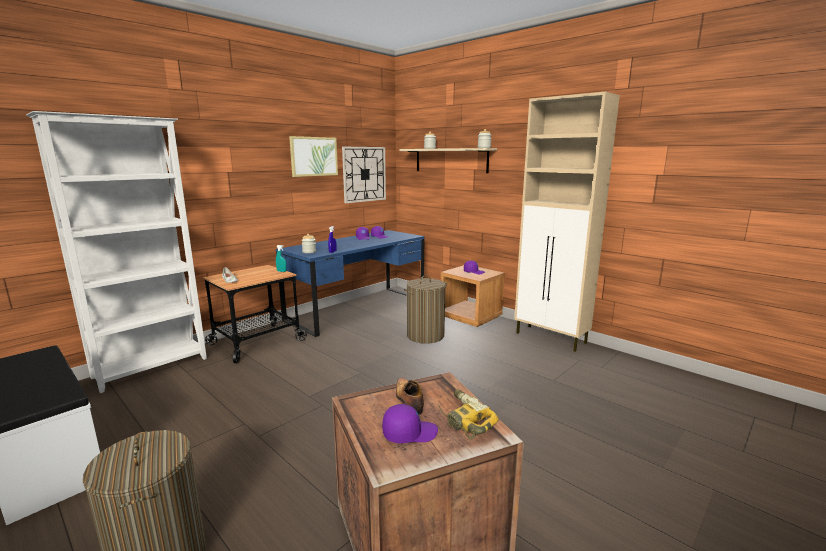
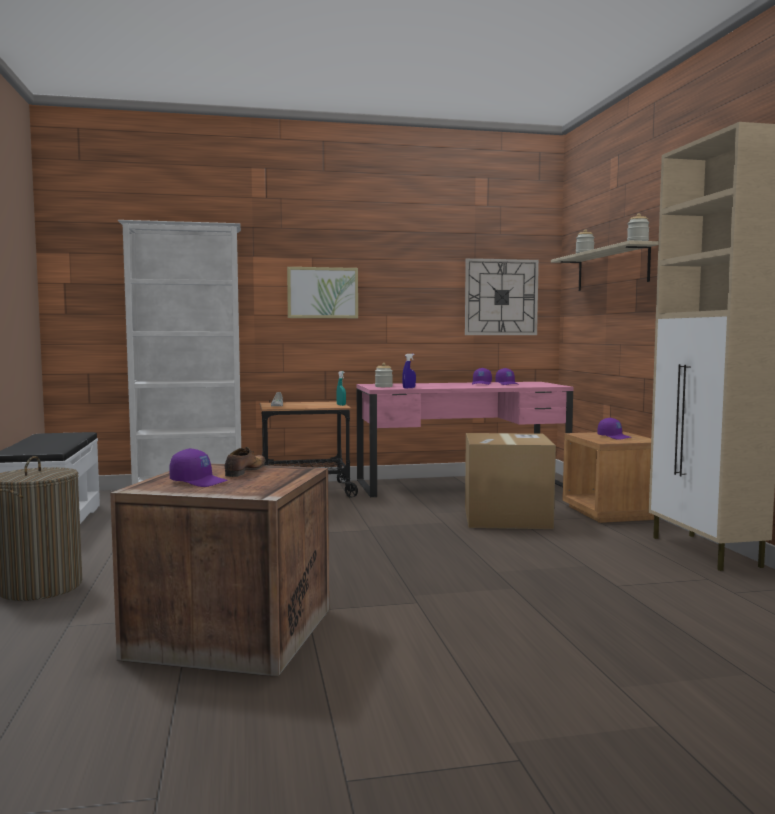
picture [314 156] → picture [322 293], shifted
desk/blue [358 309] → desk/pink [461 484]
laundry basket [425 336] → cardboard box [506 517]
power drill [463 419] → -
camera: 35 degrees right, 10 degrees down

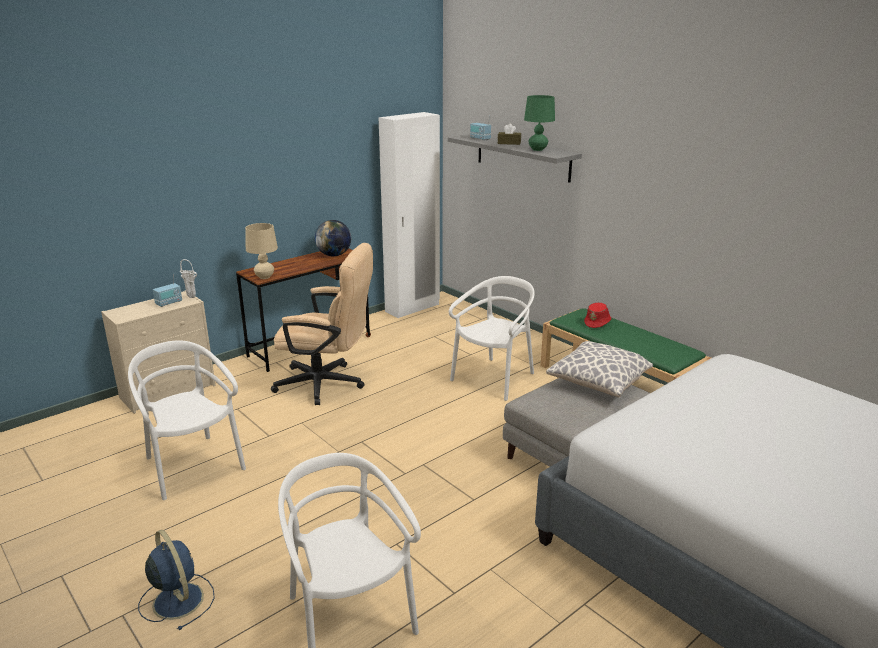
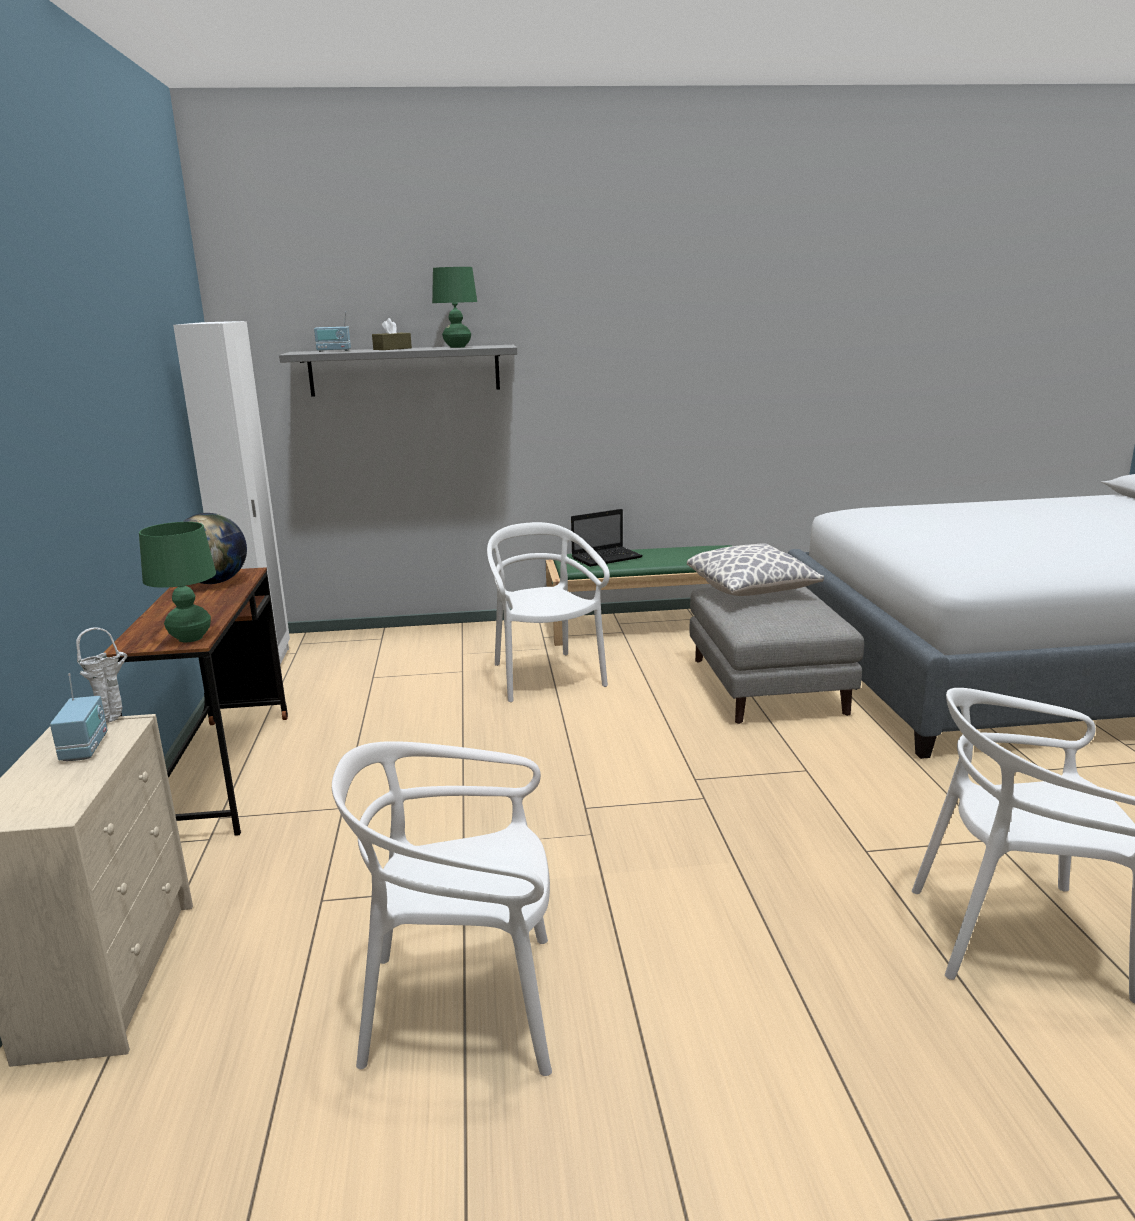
table lamp/beige [264 277] → table lamp/green [190 638]
office chair/beige [327 384] → -
hat/red [598 322] → laptop [607 557]
fan/blue [177 599] → -
camera: 55 degrees left, 5 degrees down

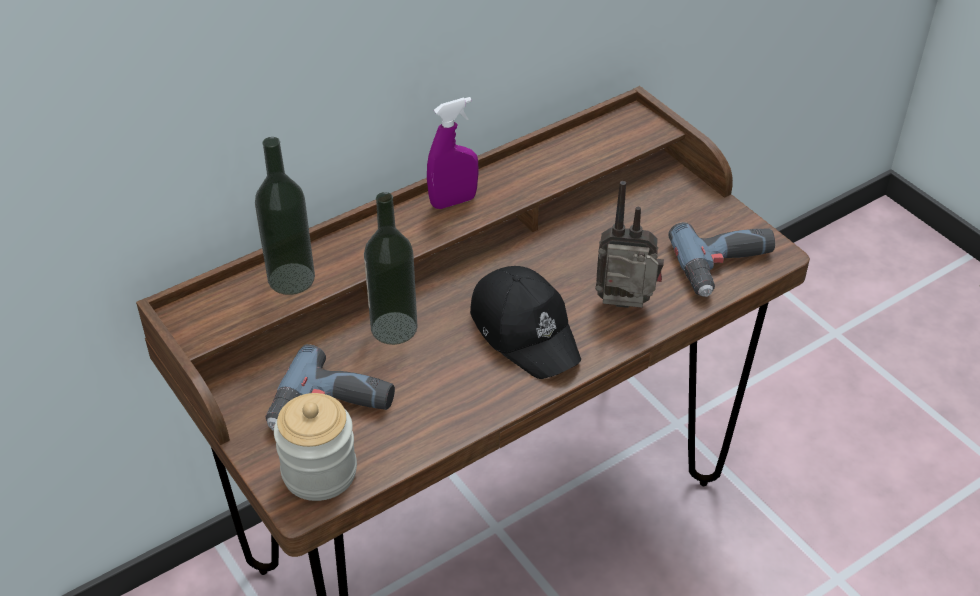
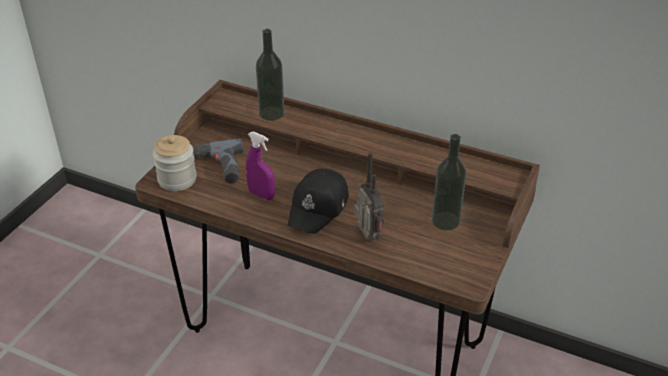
spray bottle/purple [453 201] → spray bottle/purple [261 195], shifted
bottle [394 328] → bottle [445 221], shifted
power drill [727 267] → -
camera: 60 degrees right, 5 degrees down

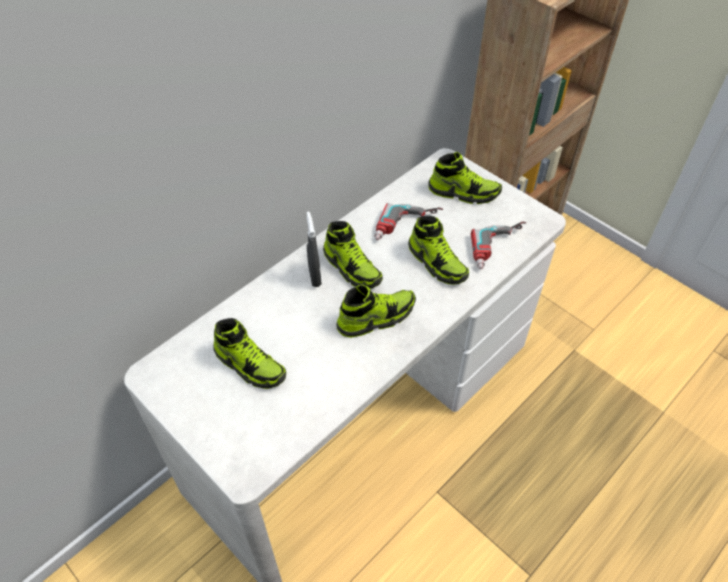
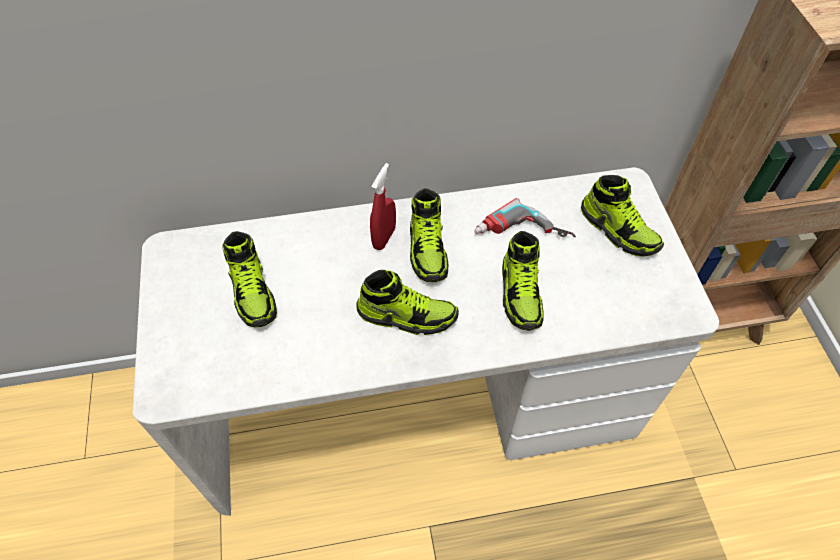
spray bottle/grey [315 276] → spray bottle/red [384 238]
power drill [500 248] → -
camera: 35 degrees right, 5 degrees up

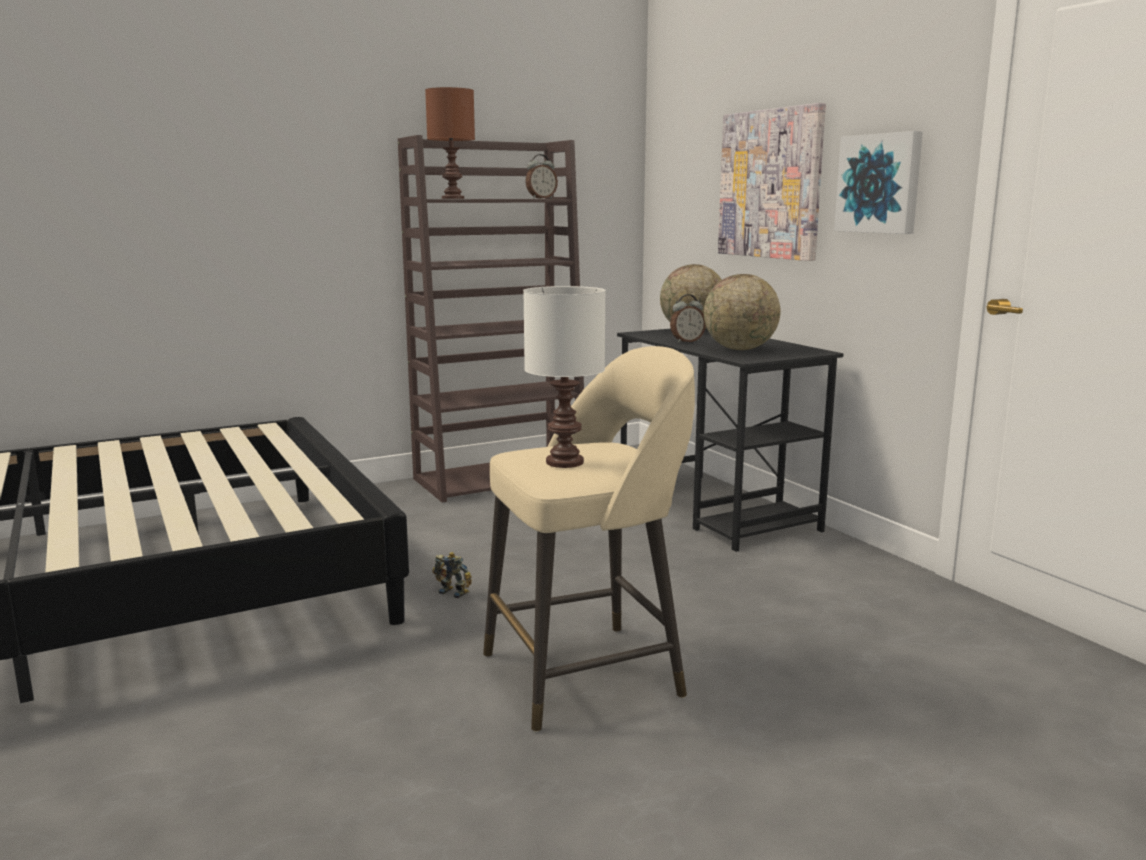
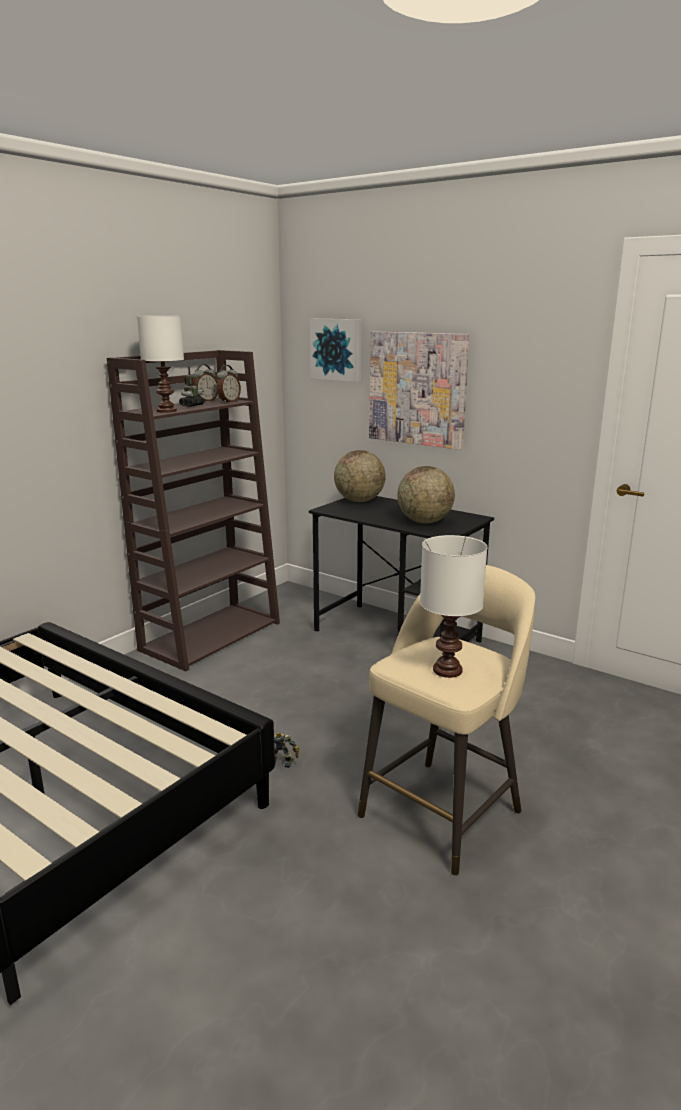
table lamp/brown [452 198] → table lamp/white [166 411]
picture [880 183] → picture [337 349], shifted
alarm clock [686 341] → alarm clock [206 401], shifted
- → toy robot [192 405]
camera: 25 degrees left, 5 degrees up

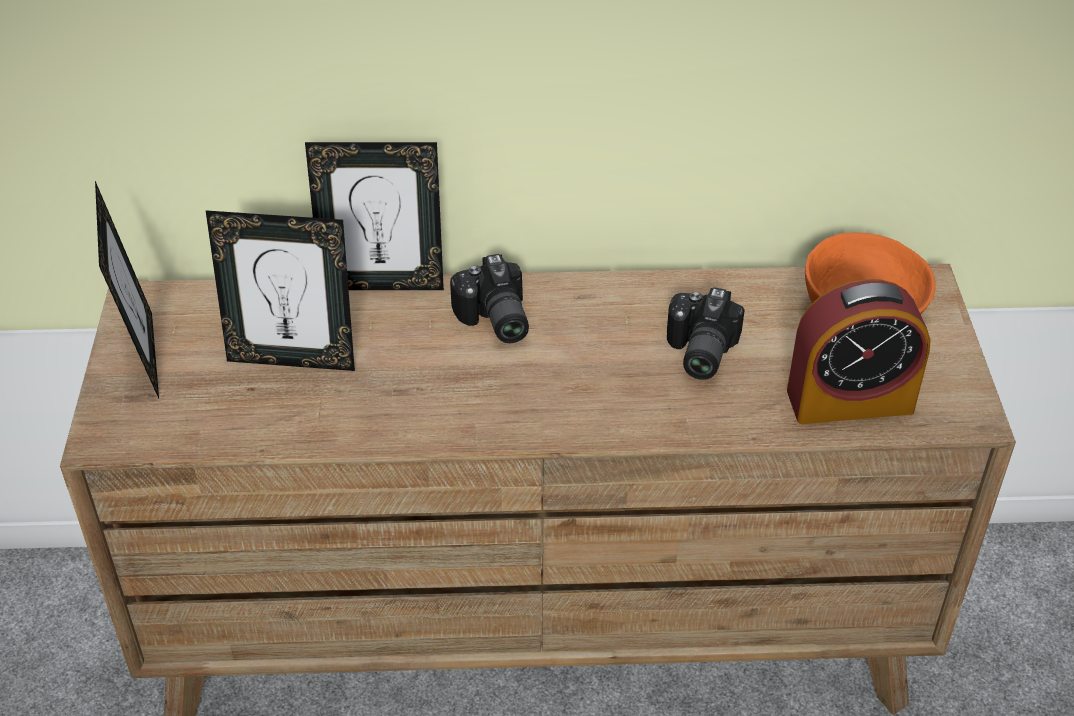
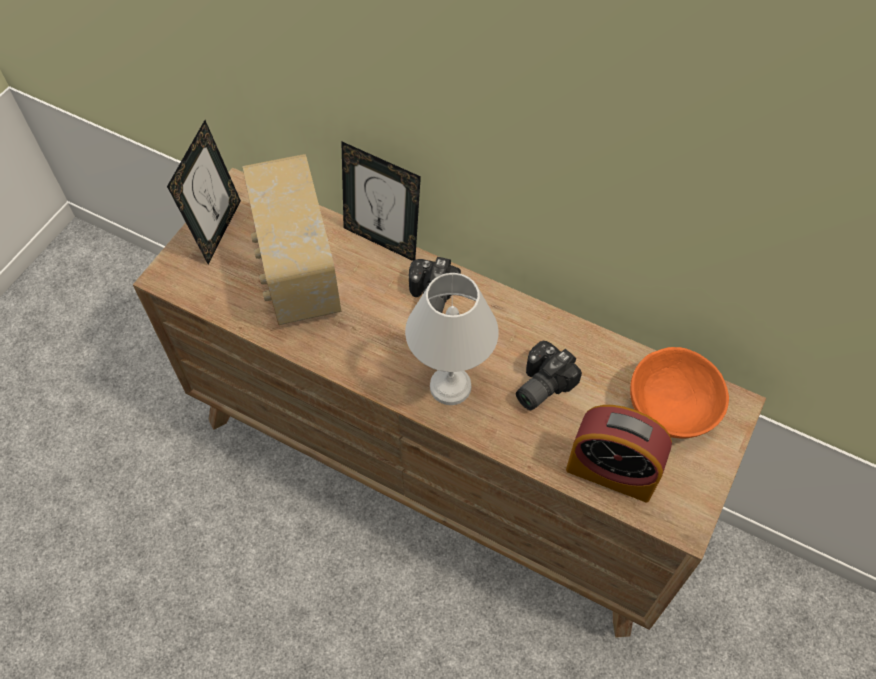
picture frame [293 358] → radio [296 271]
- → table lamp/white [448 387]
camera: 30 degrees right, 15 degrees up

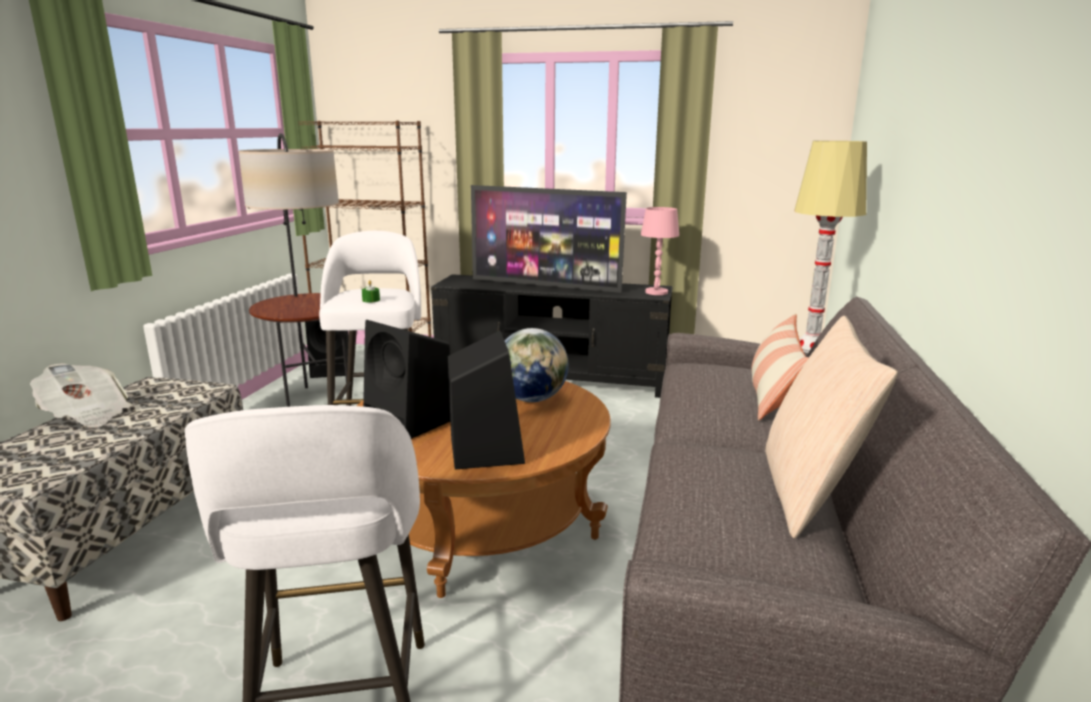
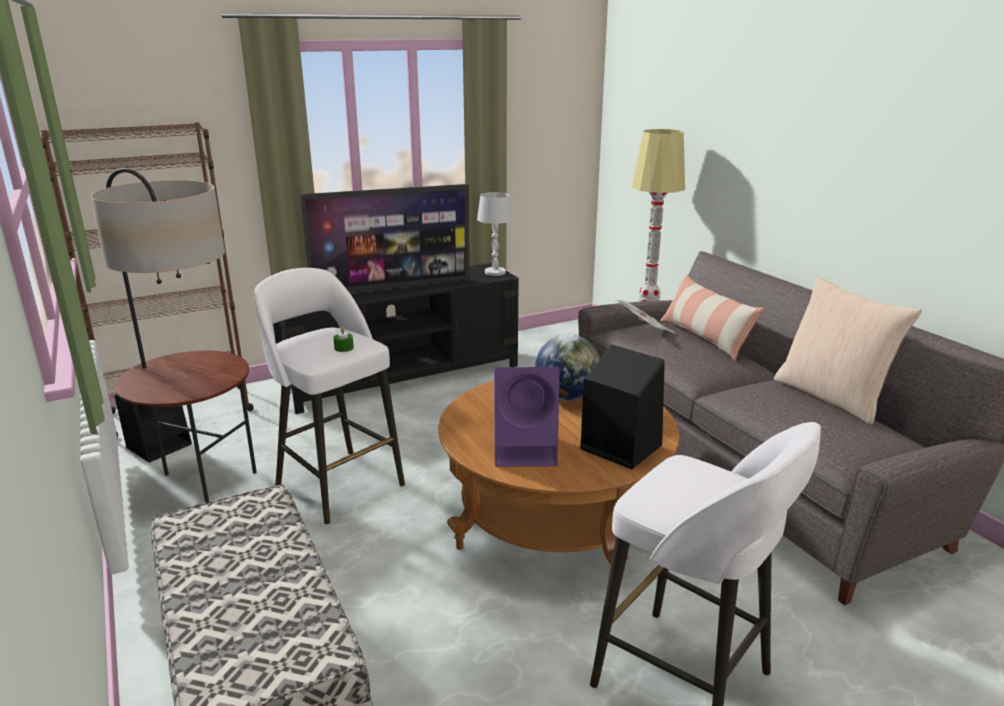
table lamp/pink [656 292] → table lamp/white [495 272]
speaker/black [410 423] → speaker/purple [527 450]
newspaper [86 415] → newspaper [643 331], shifted
camera: 40 degrees left, 5 degrees up

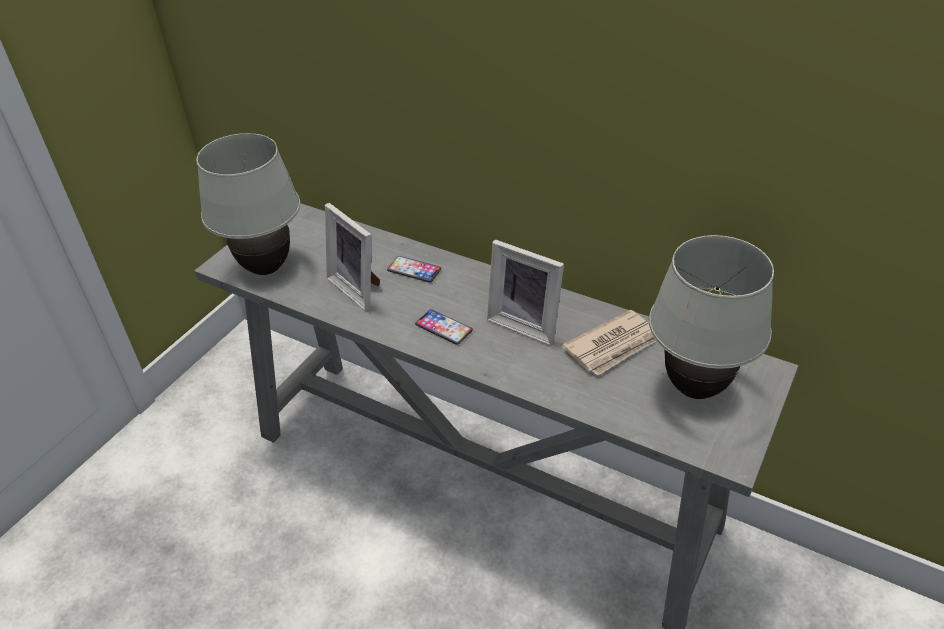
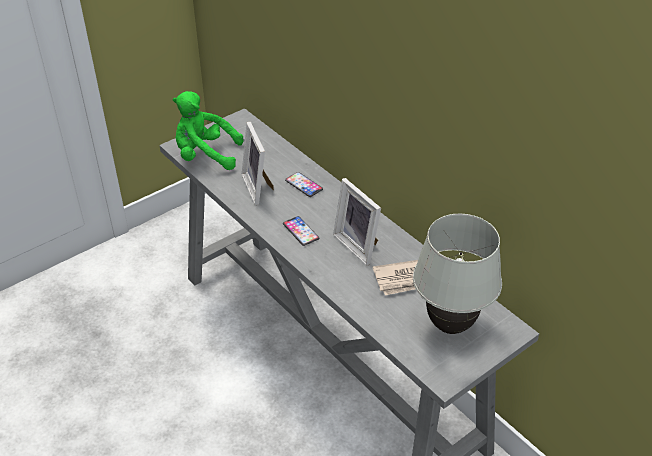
table lamp/white [265 268] → plush toy/green [205 156]
camera: 20 degrees right, 0 degrees up

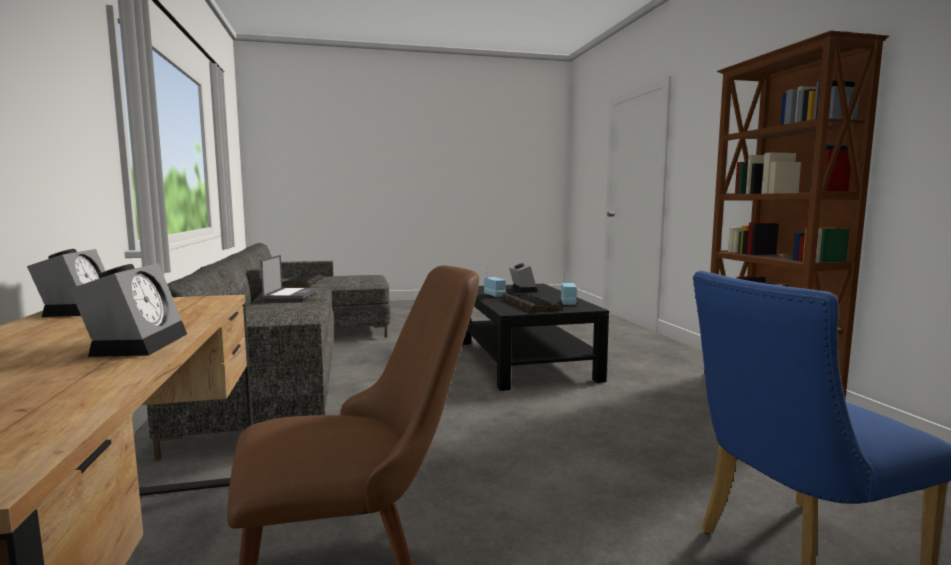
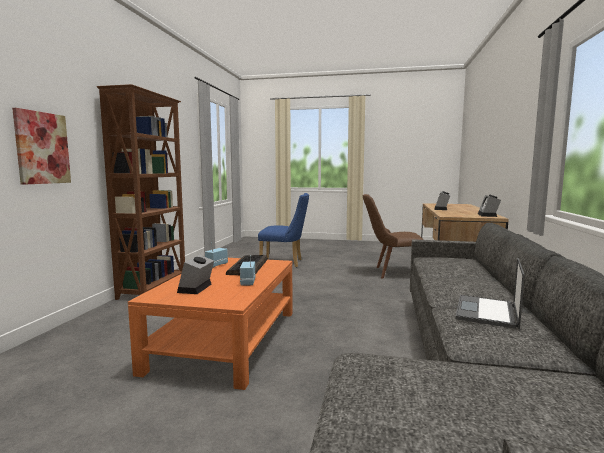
keyboard [303 282] → -
coffee table/black [524 359] → coffee table/orange [226 339]
- → picture [42 148]
camera: 155 degrees left, 0 degrees up

